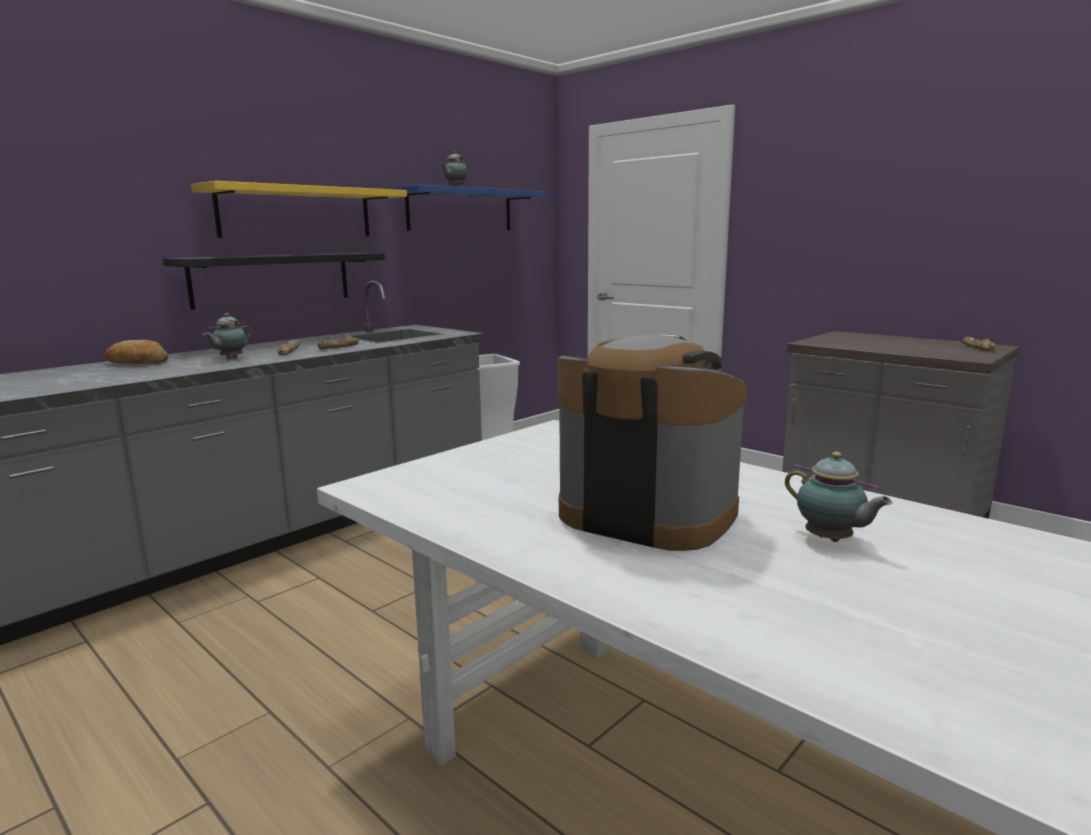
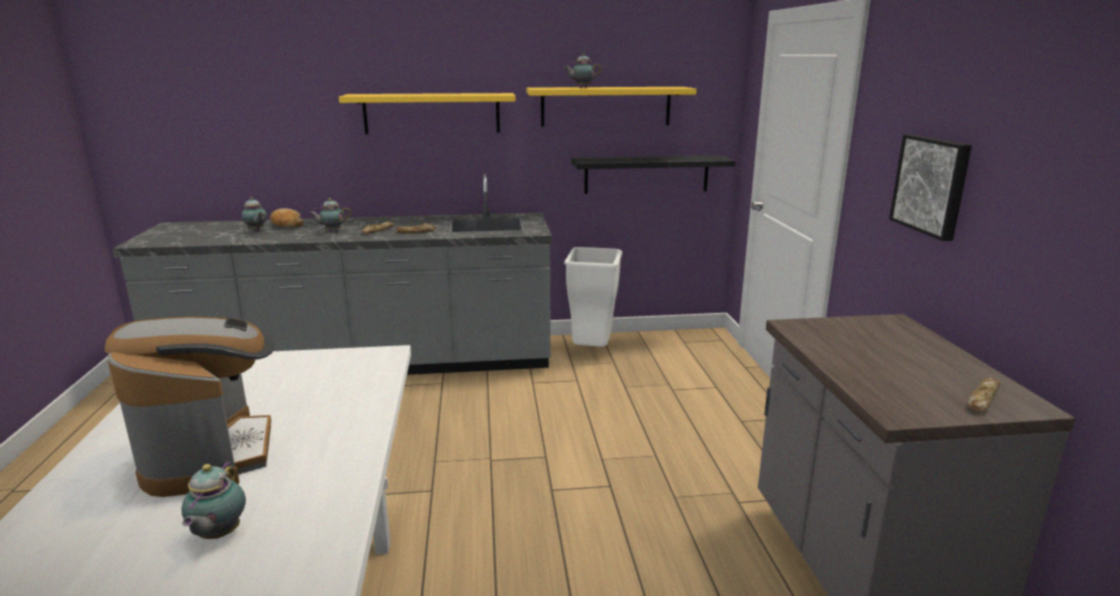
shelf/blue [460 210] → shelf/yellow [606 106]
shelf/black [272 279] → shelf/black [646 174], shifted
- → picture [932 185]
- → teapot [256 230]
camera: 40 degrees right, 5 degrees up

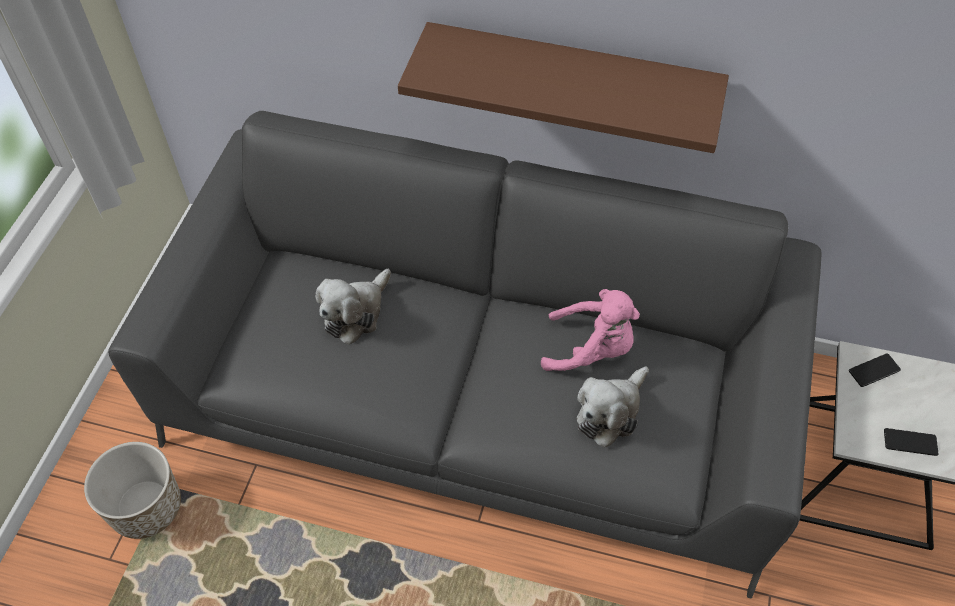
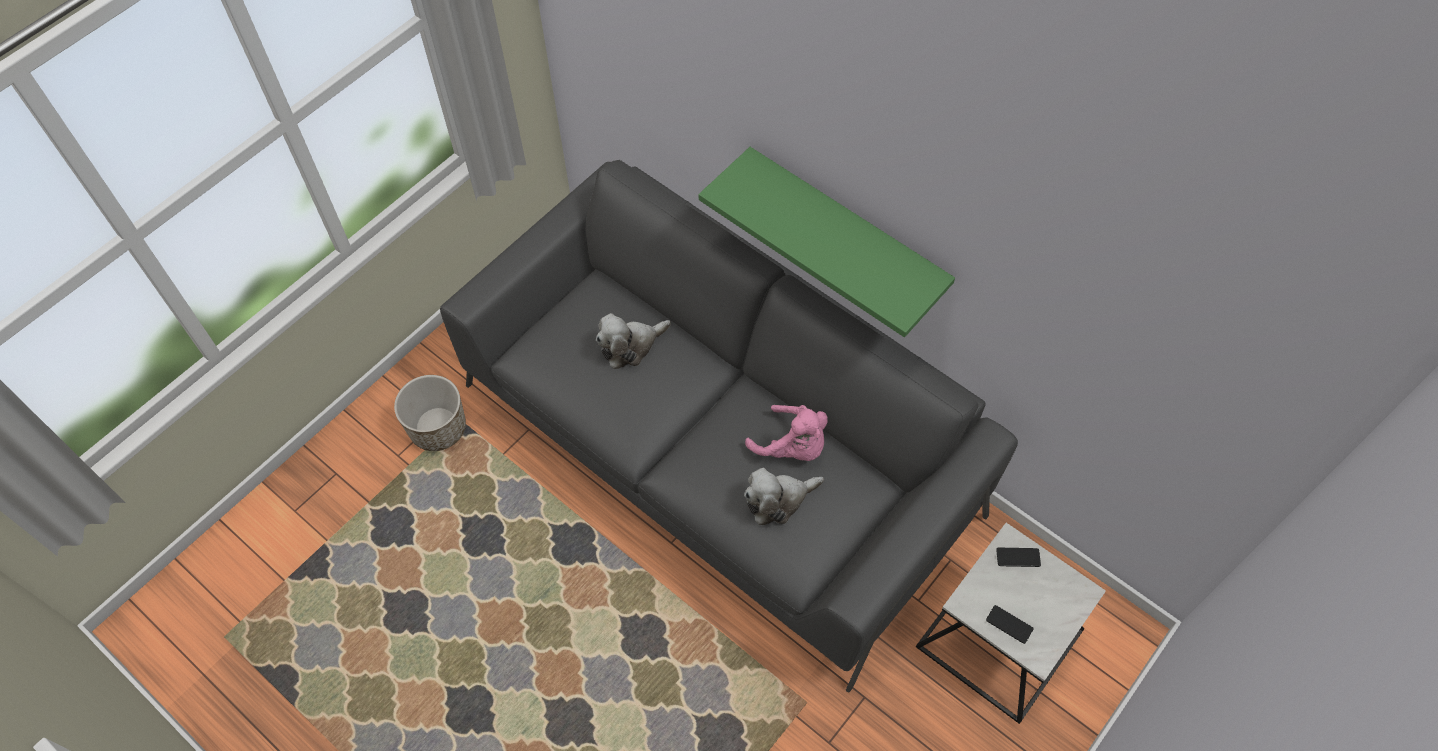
shelf/brown [571 80] → shelf/green [846 231]
camera: 25 degrees right, 5 degrees up

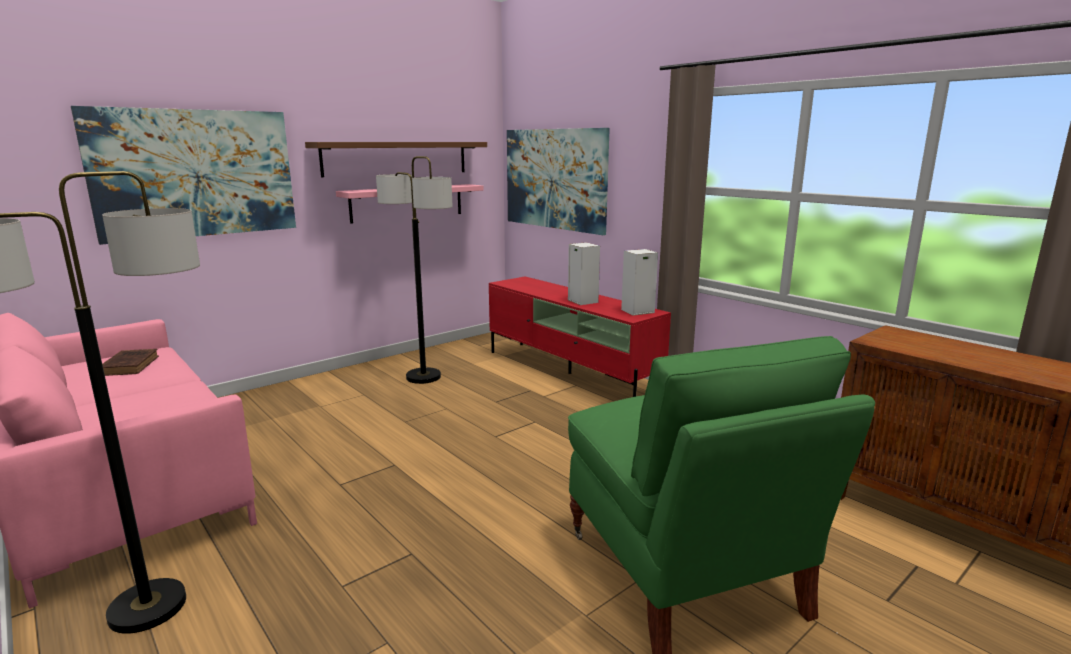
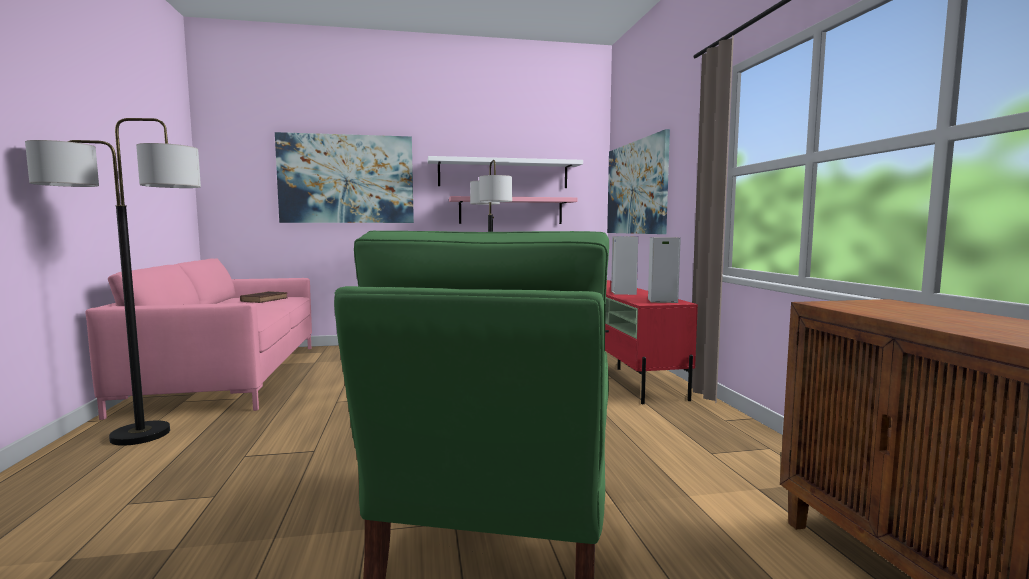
shelf/brown [397 158] → shelf/white [503 174]
camera: 30 degrees right, 10 degrees down

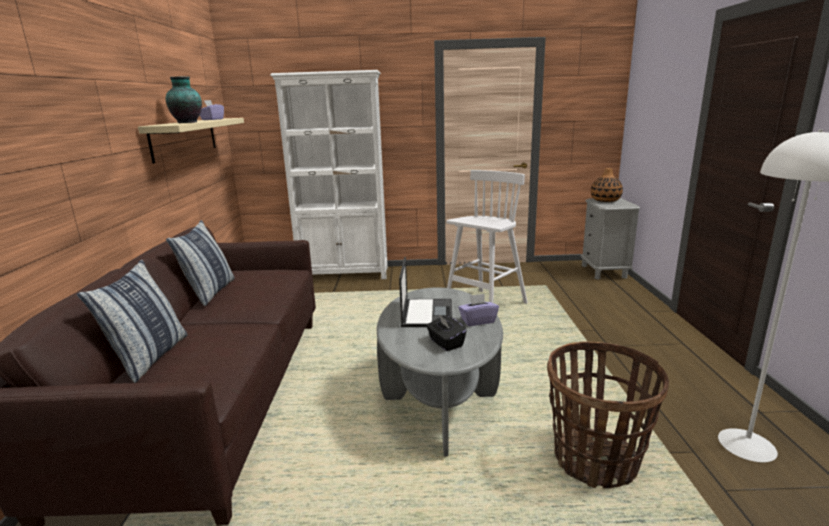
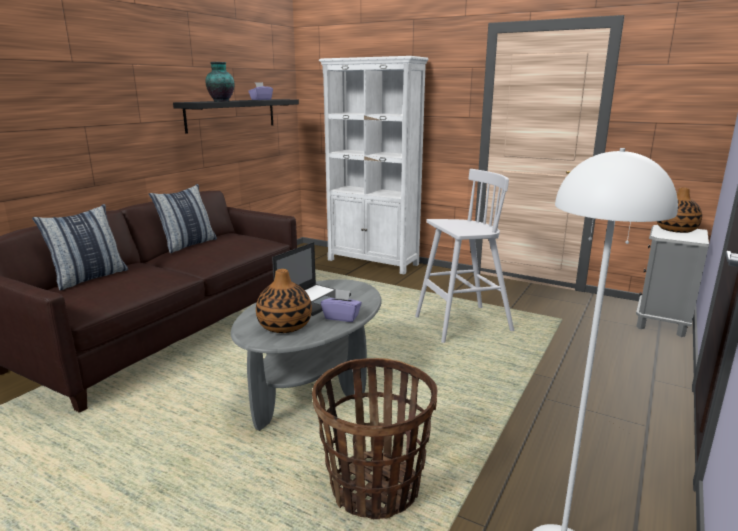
shelf/beige [185 138] → shelf/black [232 114]
tissue box/black [445 343] → vase [285 326]
camera: 30 degrees right, 0 degrees up

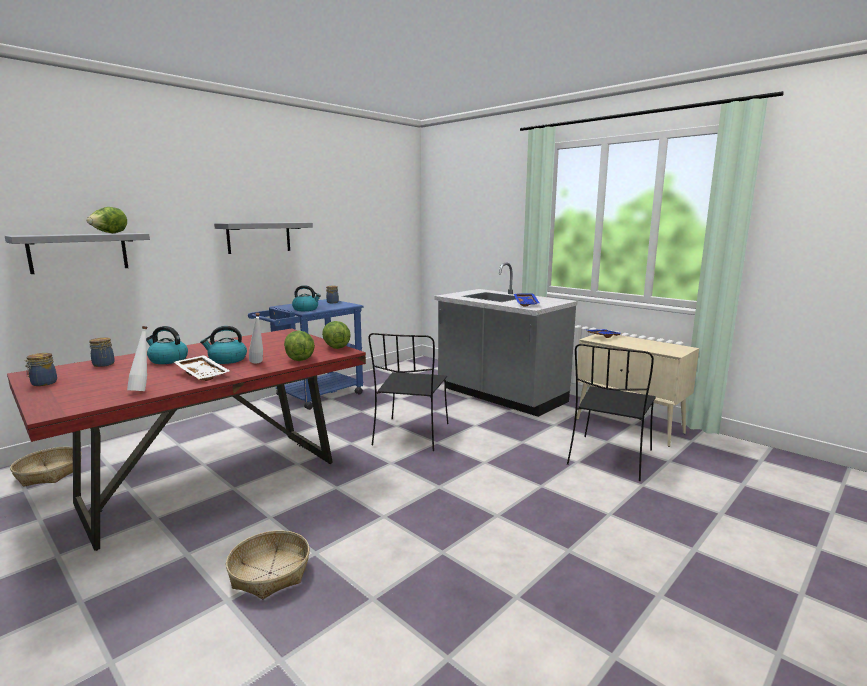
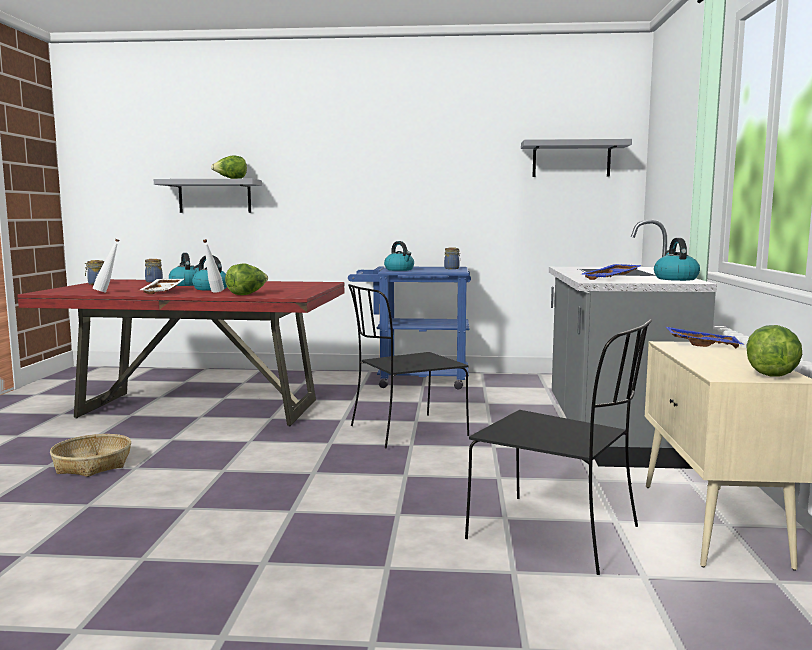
shelf/grey [259 237] → shelf/grey [571 159], shifted
lettuce [336 347] → lettuce [771 374], shifted
chair/black [609 458] → chair/black [557 534], 135 degrees counterclockwise
basket [49 473] → -
- → kettle [675 279]
camera: 50 degrees right, 5 degrees down

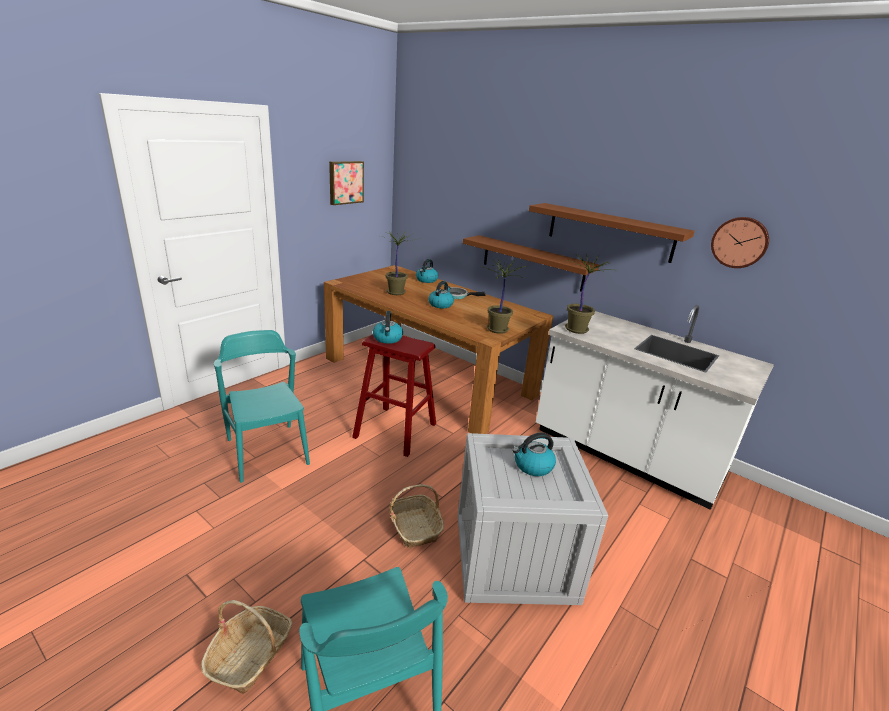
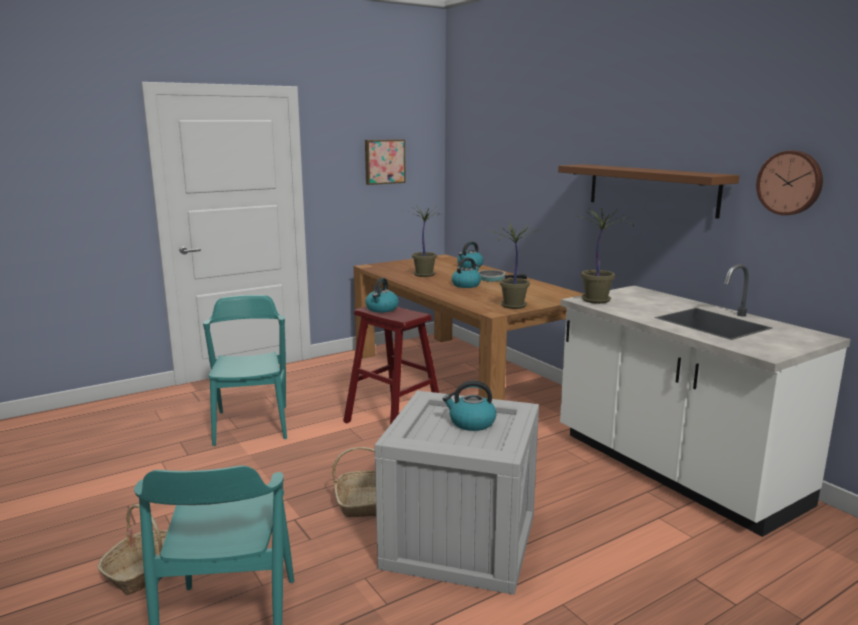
shelf/brown [532 263] → -
camera: 20 degrees right, 10 degrees down

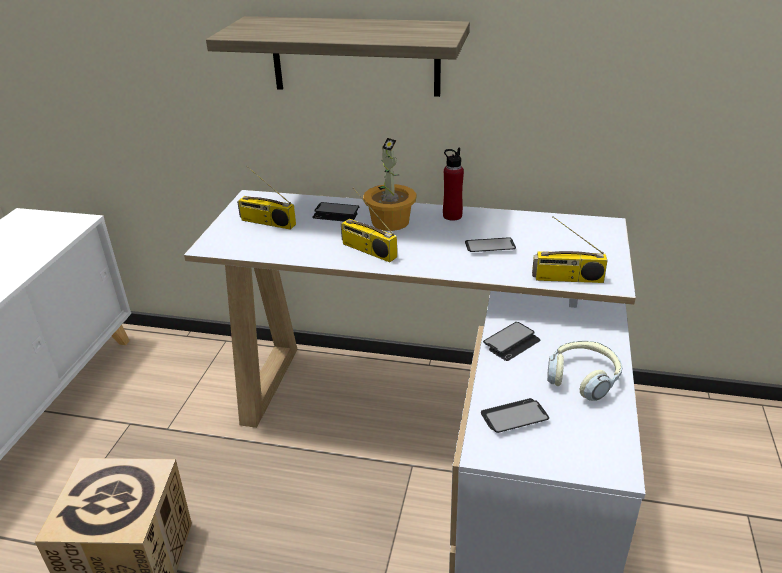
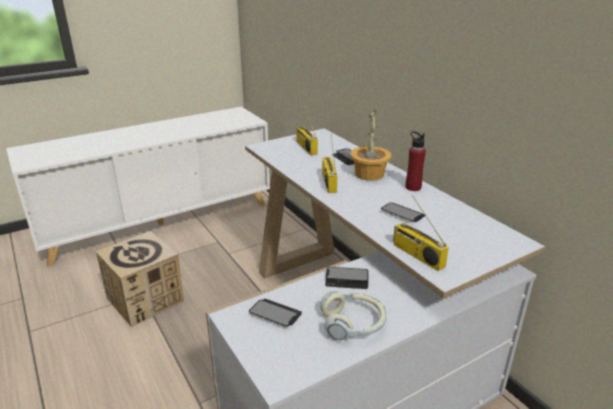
shelf [355 56] → -
camera: 45 degrees right, 5 degrees down

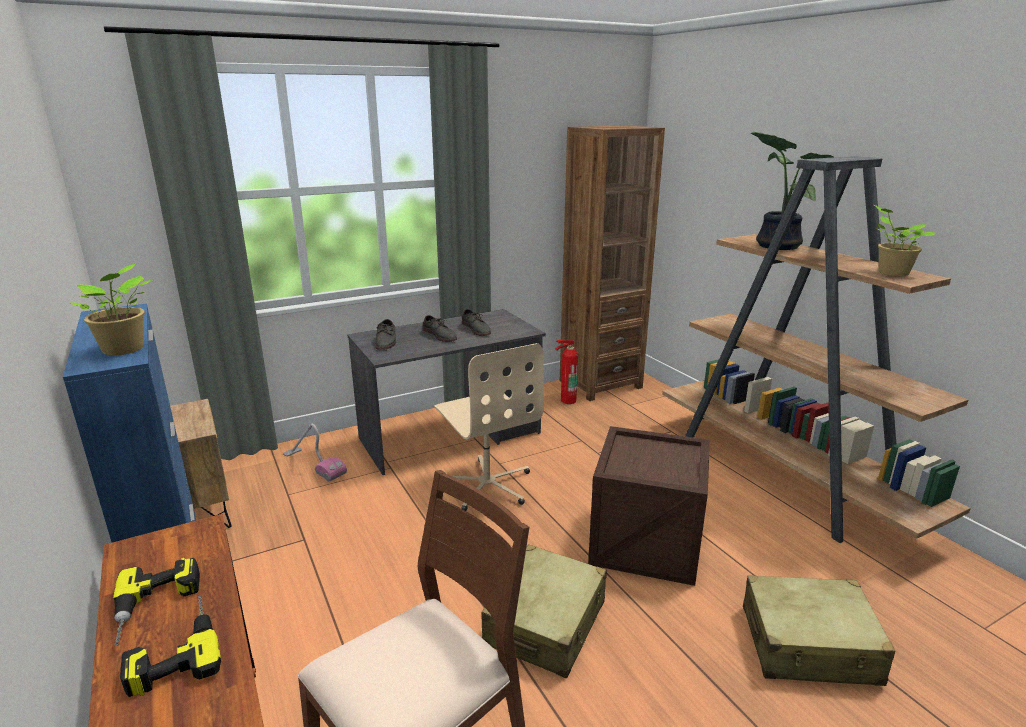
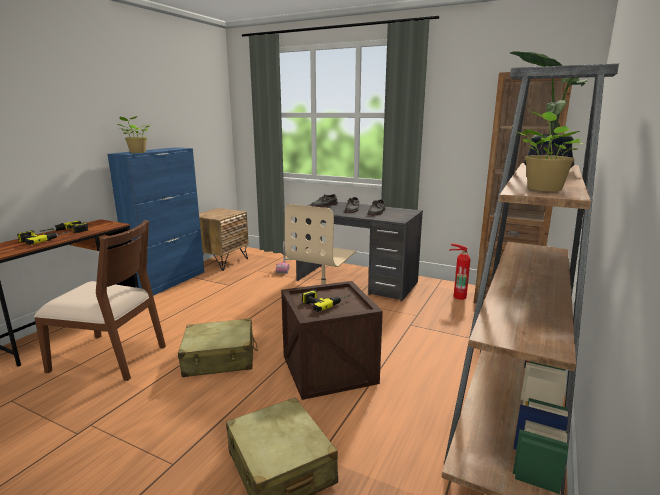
- → power drill [325 301]
camera: 55 degrees right, 5 degrees down

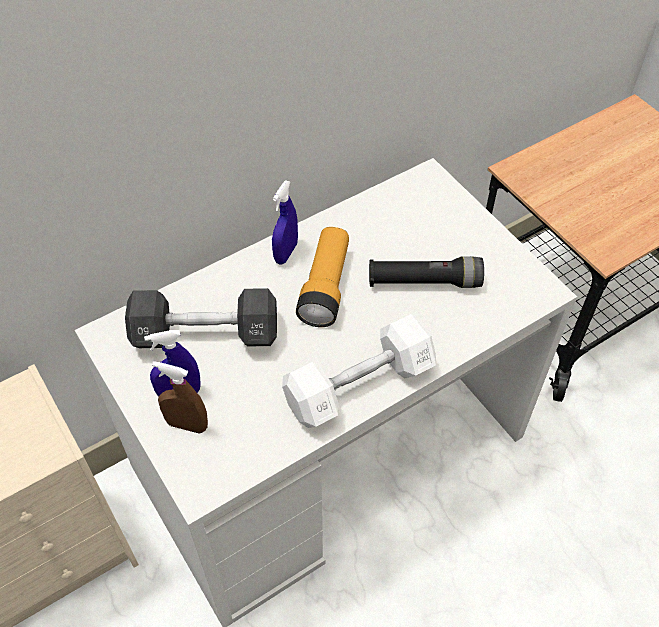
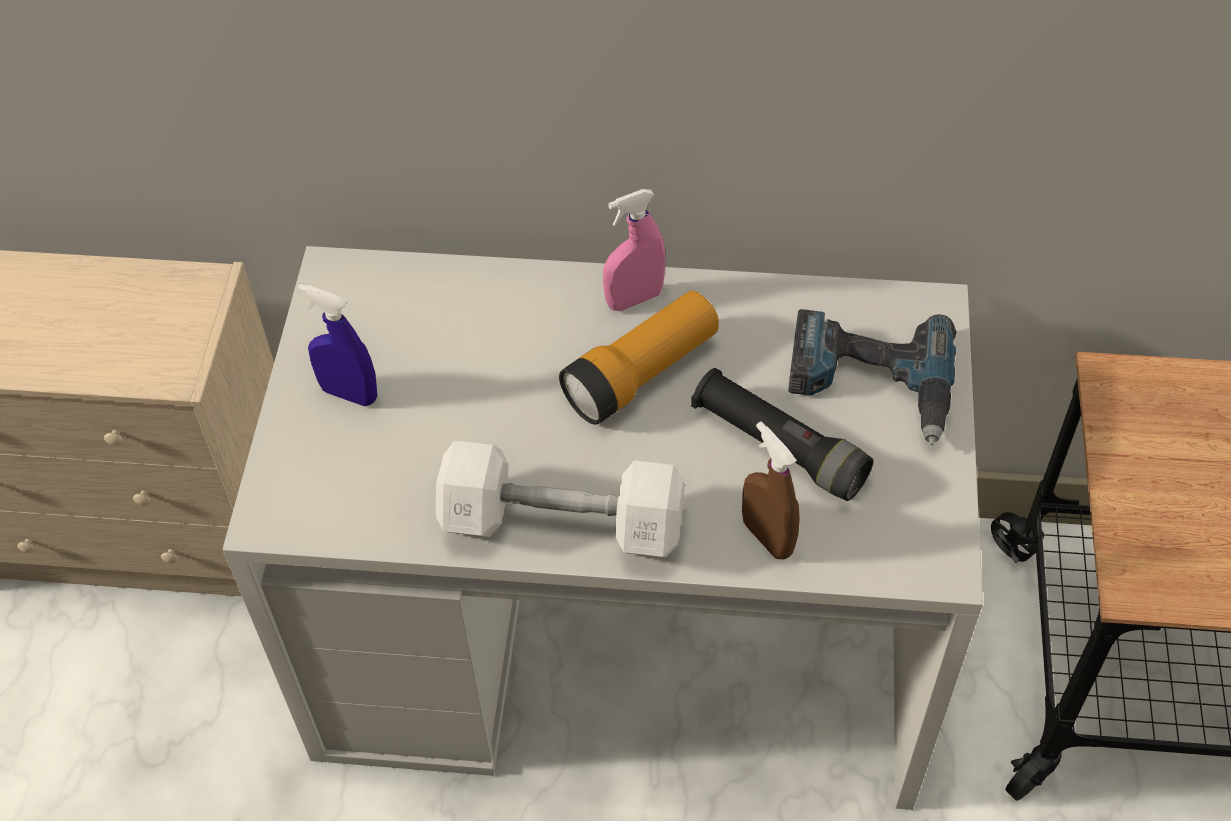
spray bottle/blue [286 253] → spray bottle/pink [634 299]
dumbbell/black [206 334] → -
spray bottle/brown [187 425] → spray bottle/brown [767 537], shifted
- → power drill [870 384]
camera: 40 degrees right, 0 degrees up

